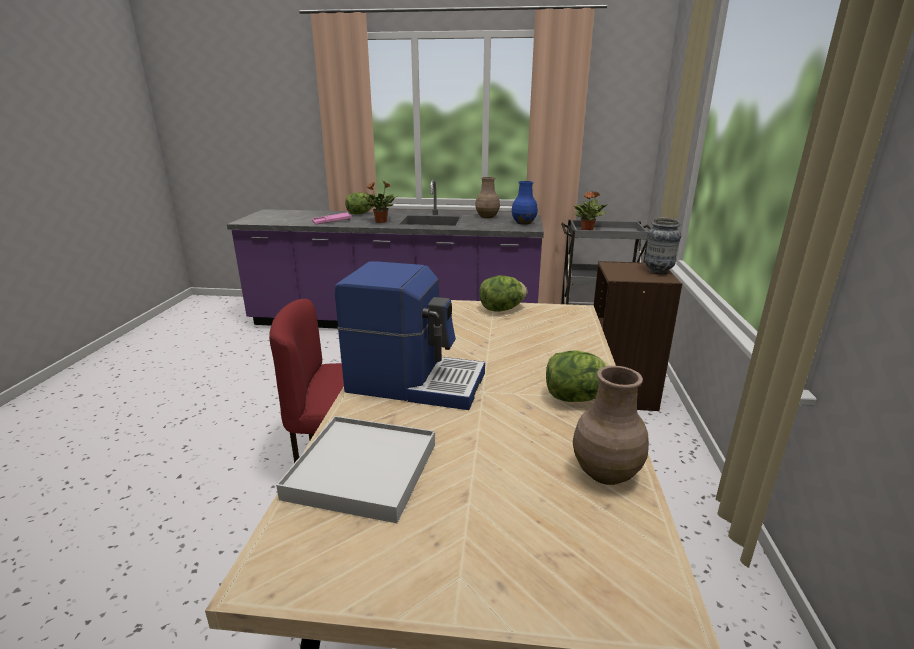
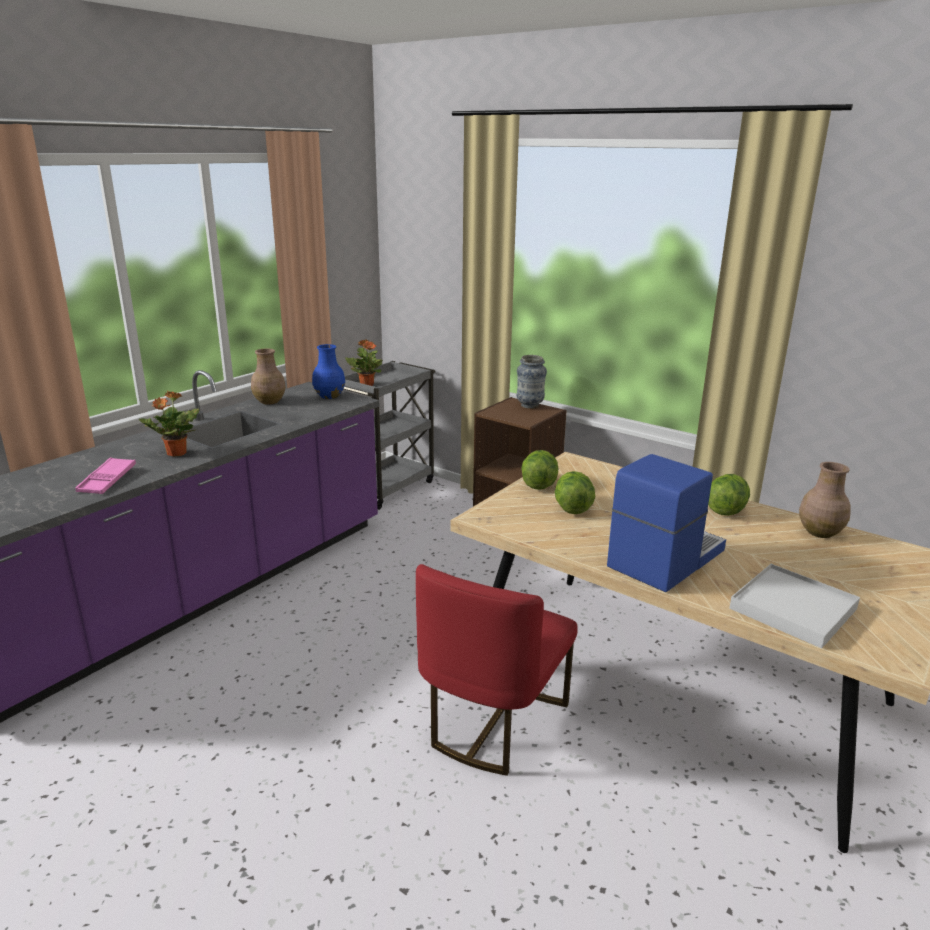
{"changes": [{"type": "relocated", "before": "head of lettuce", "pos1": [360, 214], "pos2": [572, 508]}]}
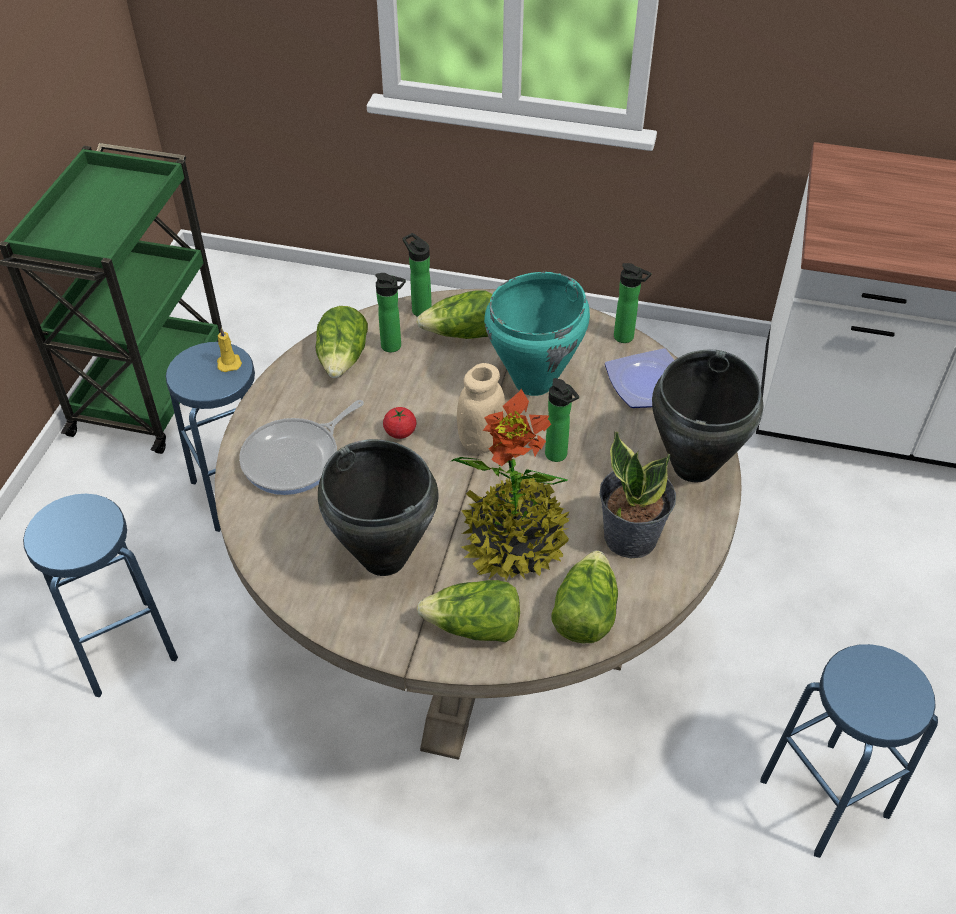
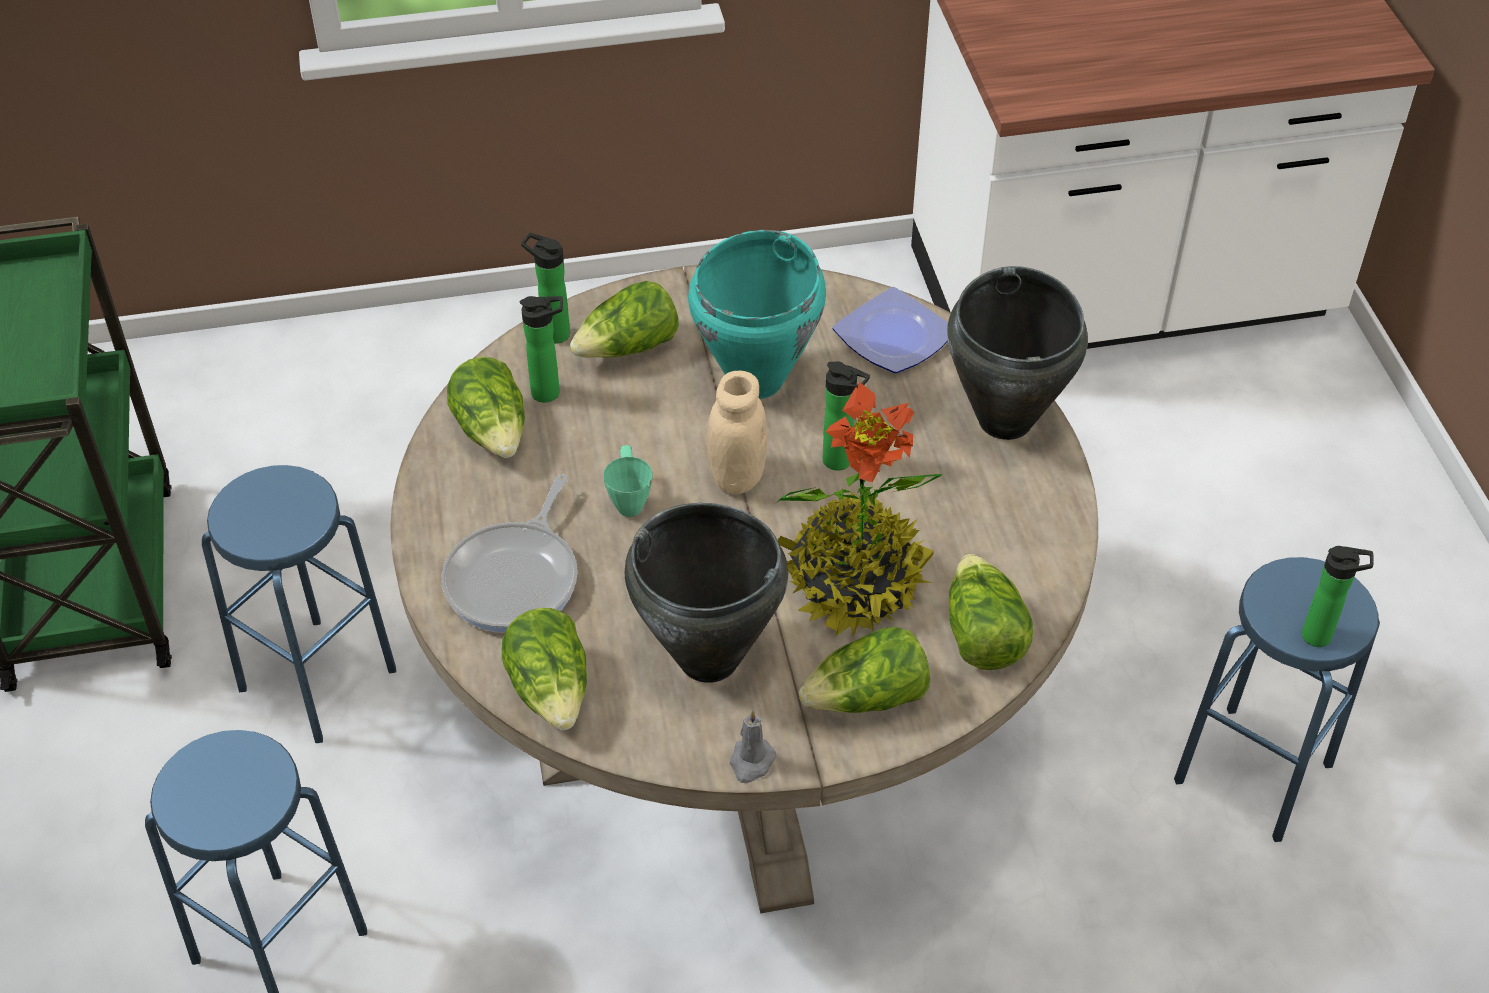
{"changes": [{"type": "missing", "before": "yellow-coloured wax candle", "pos1": [229, 363]}, {"type": "exchanged", "before": "fresh tomato", "after": "greenish mug", "pos1": [400, 432], "pos2": [629, 499]}, {"type": "missing", "before": "houseplant", "pos1": [630, 536]}, {"type": "relocated", "before": "beverage bottle", "pos1": [626, 338], "pos2": [1321, 636]}, {"type": "appeared", "after": "head of lettuce", "pos2": [552, 689]}, {"type": "appeared", "after": "greyish wax candle", "pos2": [751, 762]}]}
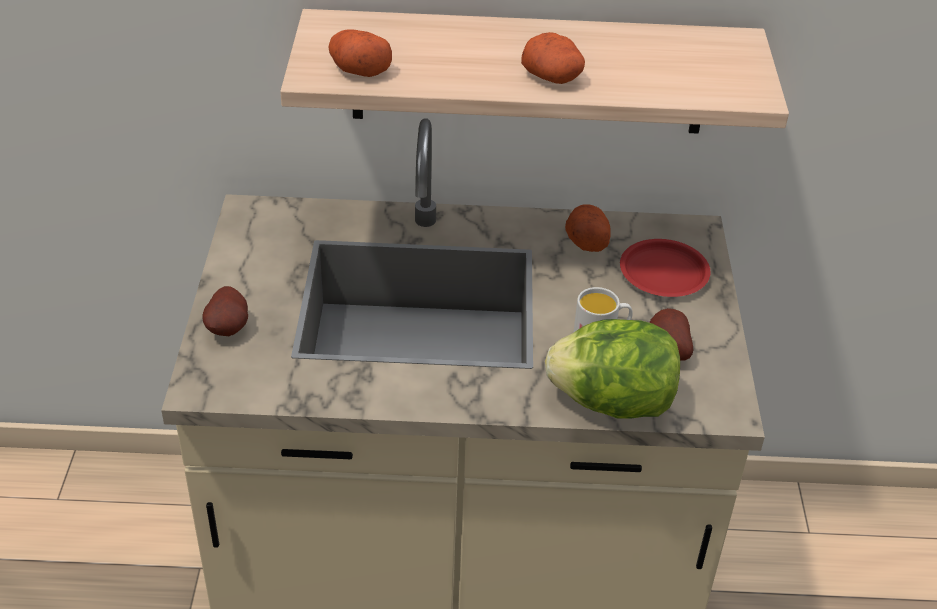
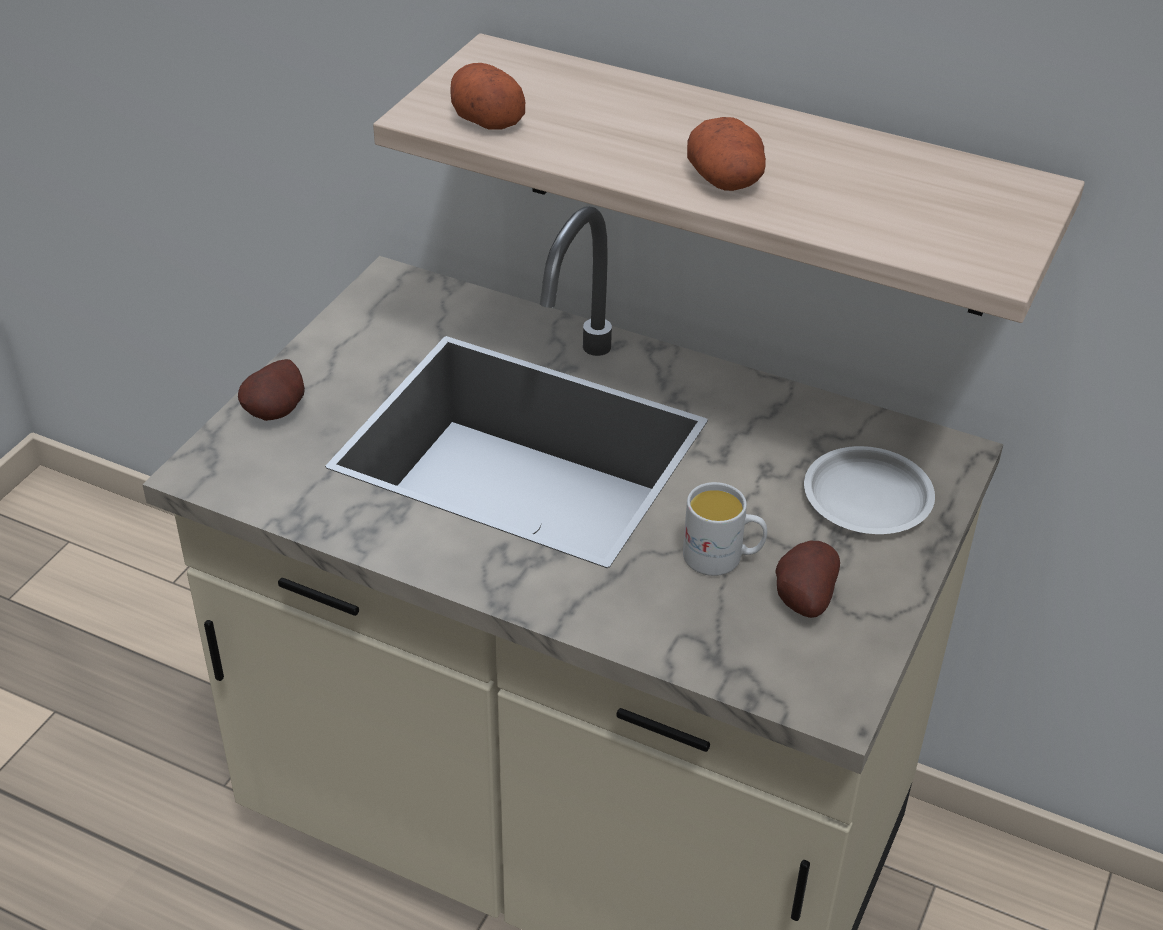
{"changes": [{"type": "missing", "before": "head of lettuce", "pos1": [612, 402]}, {"type": "missing", "before": "spud", "pos1": [586, 240]}, {"type": "colour", "before": "red flat dish", "after": "white flat dish", "pos1": [663, 274], "pos2": [866, 498]}]}
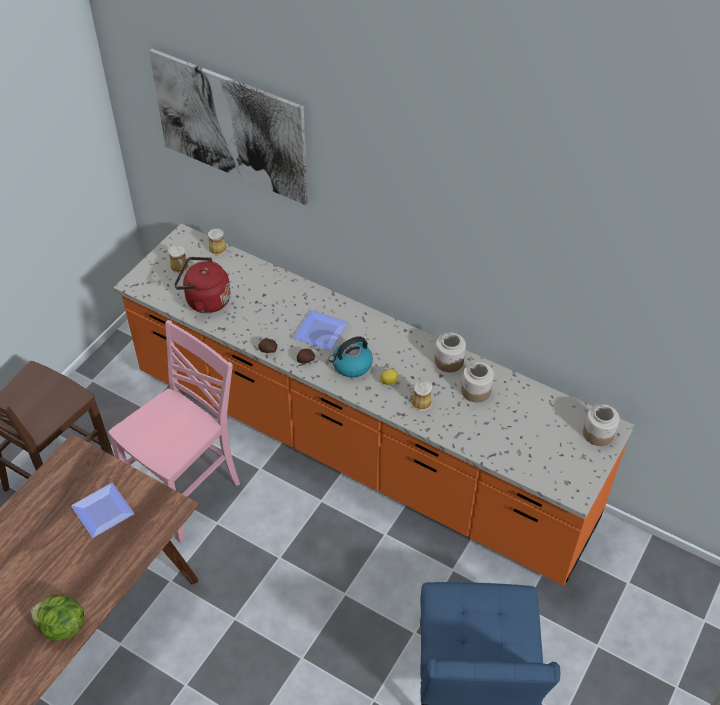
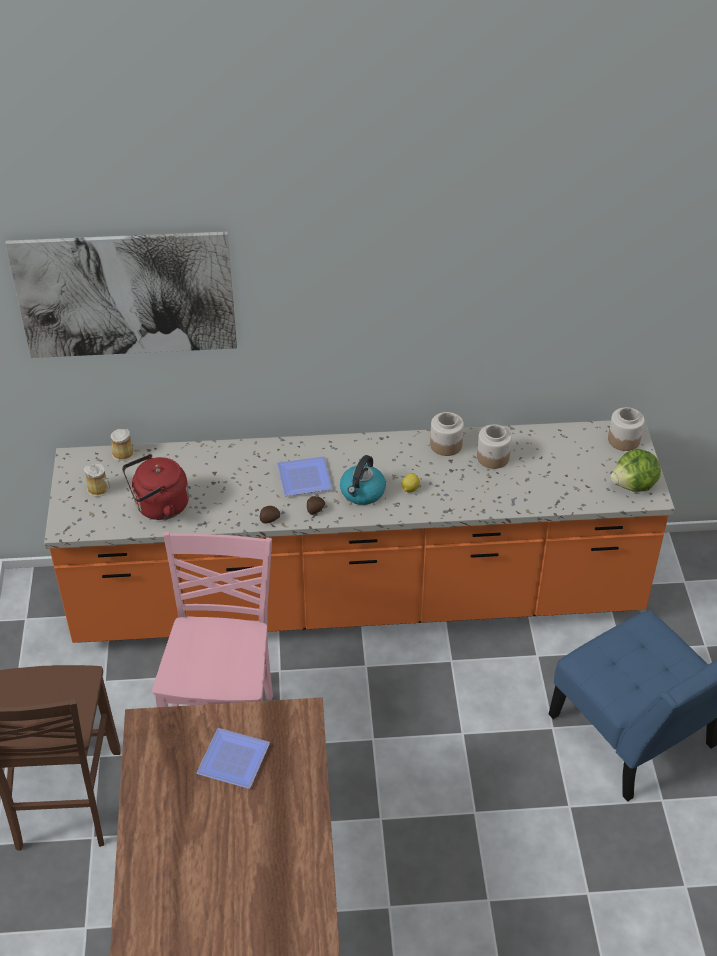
{"changes": [{"type": "relocated", "before": "head of lettuce", "pos1": [62, 627], "pos2": [634, 486]}, {"type": "missing", "before": "mug", "pos1": [419, 402]}]}
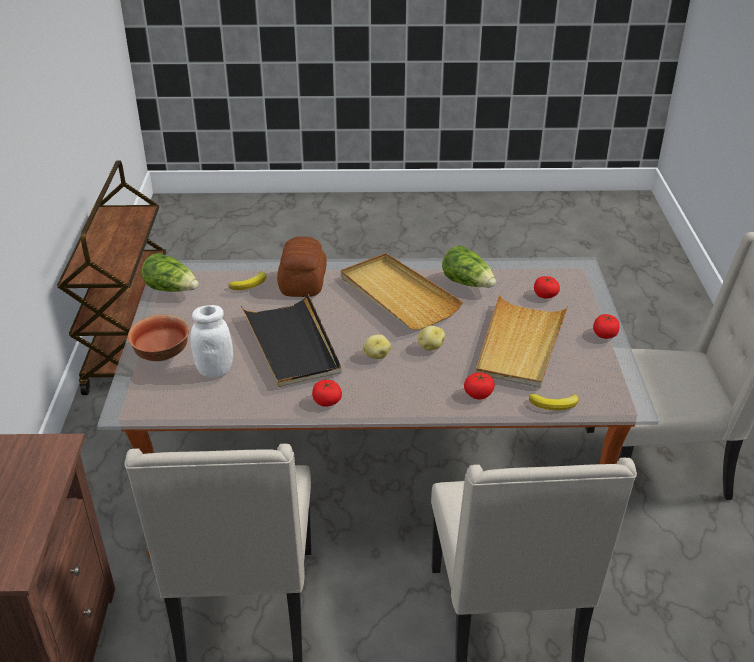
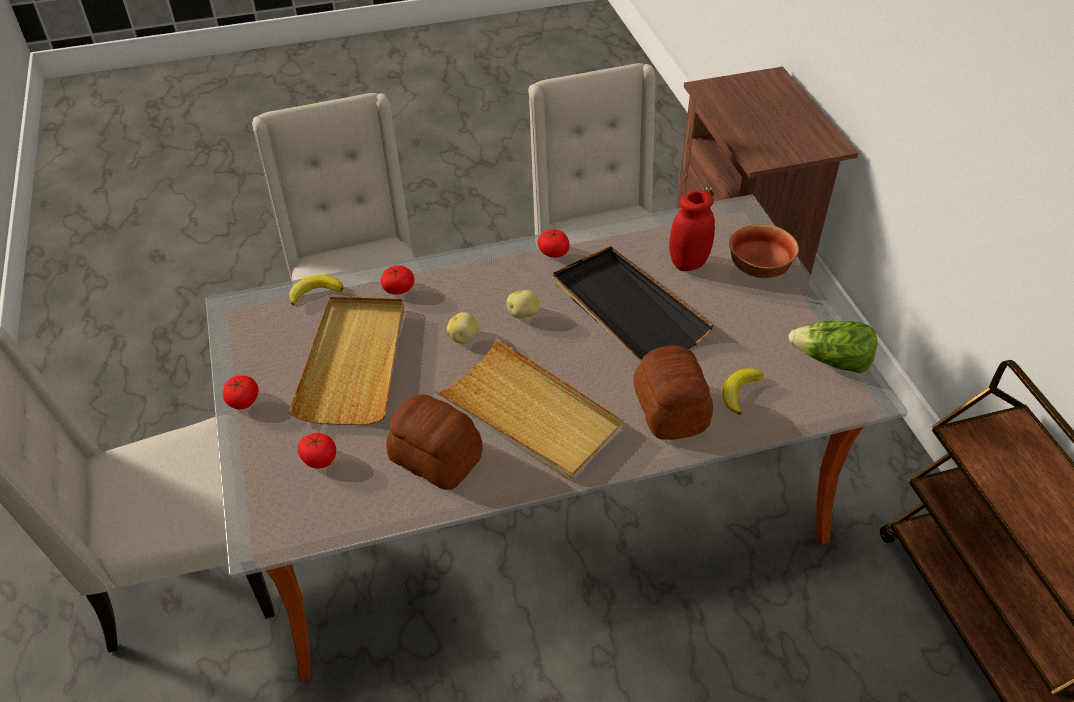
{"changes": [{"type": "colour", "before": "white preserve jar", "after": "red preserve jar", "pos1": [215, 370], "pos2": [688, 263]}, {"type": "exchanged", "before": "head of lettuce", "after": "bread", "pos1": [468, 283], "pos2": [435, 459]}]}
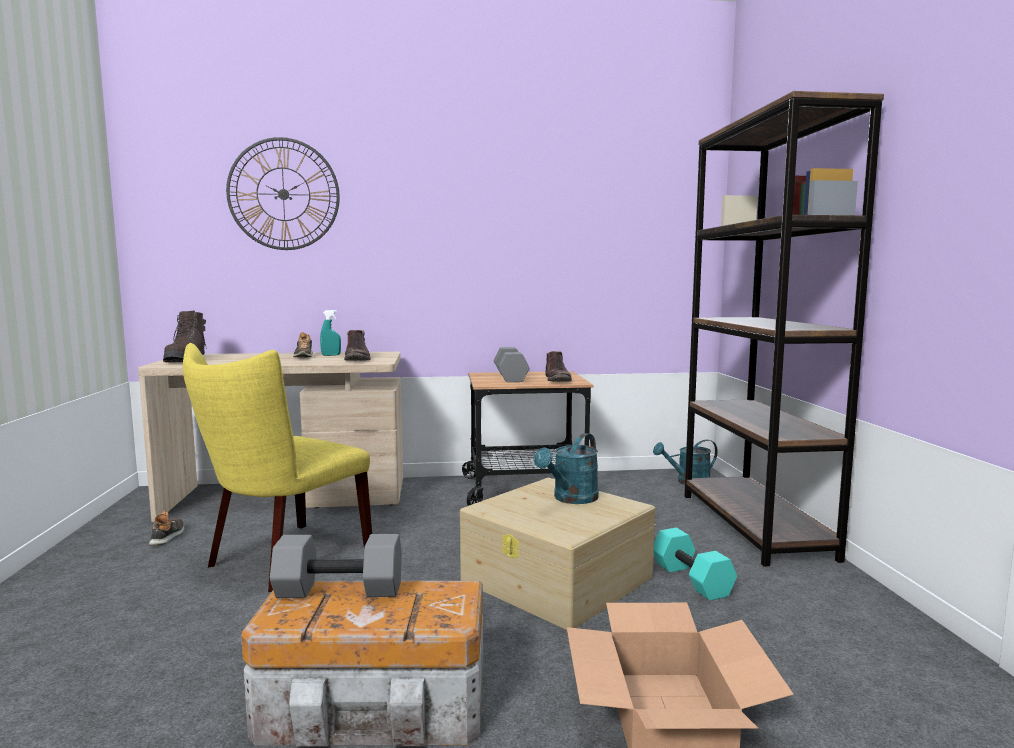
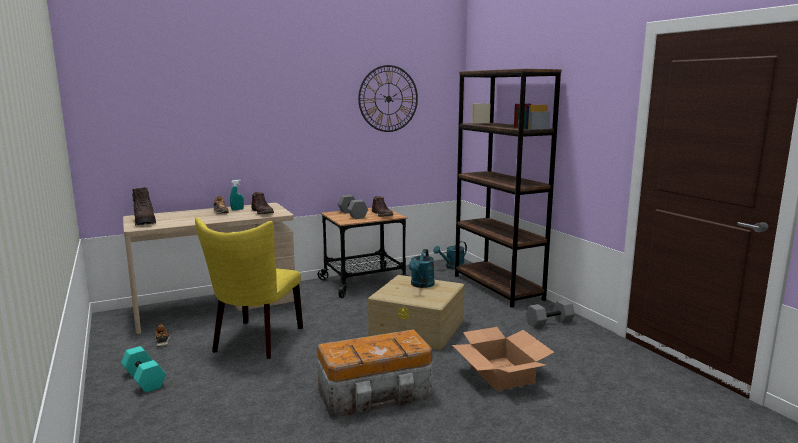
{"changes": [{"type": "relocated", "before": "hanging clock", "pos1": [283, 194], "pos2": [388, 98]}, {"type": "relocated", "before": "greyish hand weight", "pos1": [341, 589], "pos2": [549, 322]}, {"type": "relocated", "before": "blue-green hand weight", "pos1": [693, 580], "pos2": [145, 379]}]}
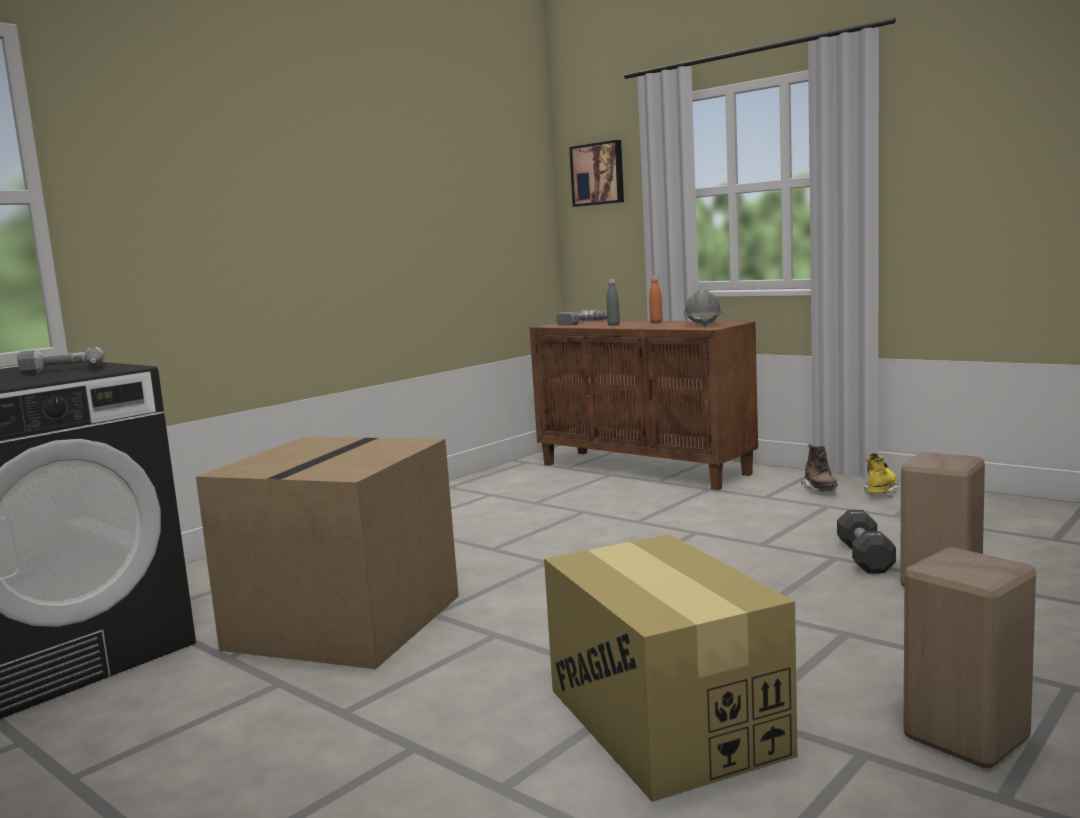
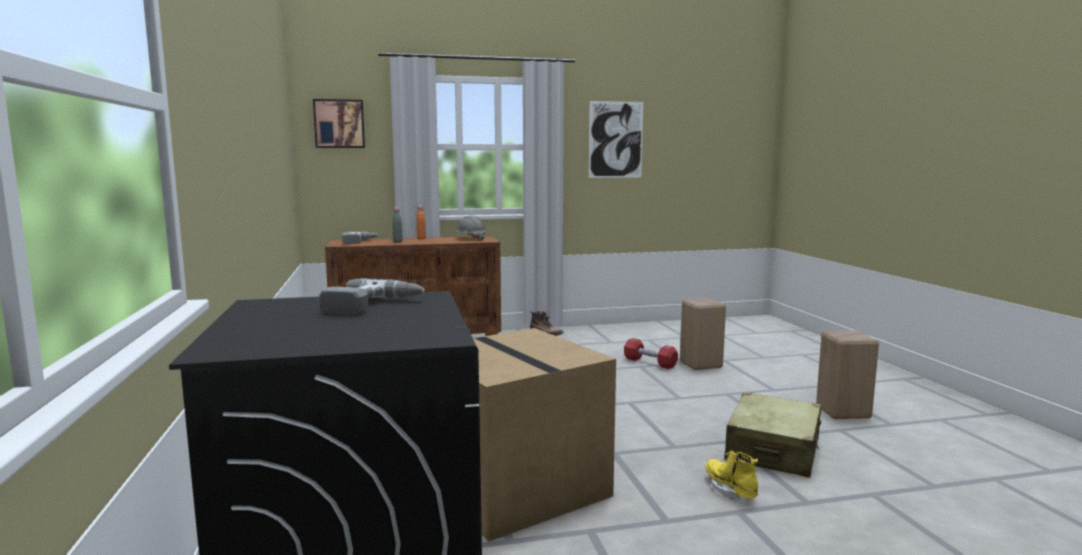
{"changes": [{"type": "exchanged", "before": "cardboard box", "after": "sand-coloured suitcase", "pos1": [664, 720], "pos2": [773, 450]}, {"type": "colour", "before": "black-coloured hand weight", "after": "red hand weight", "pos1": [865, 557], "pos2": [650, 363]}, {"type": "relocated", "before": "yellow-coloured high-top boot", "pos1": [881, 492], "pos2": [730, 490]}, {"type": "appeared", "after": "picture", "pos2": [615, 139]}]}
